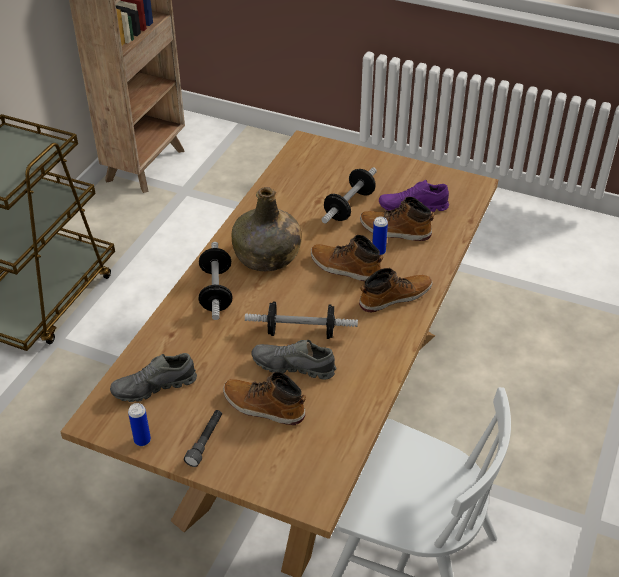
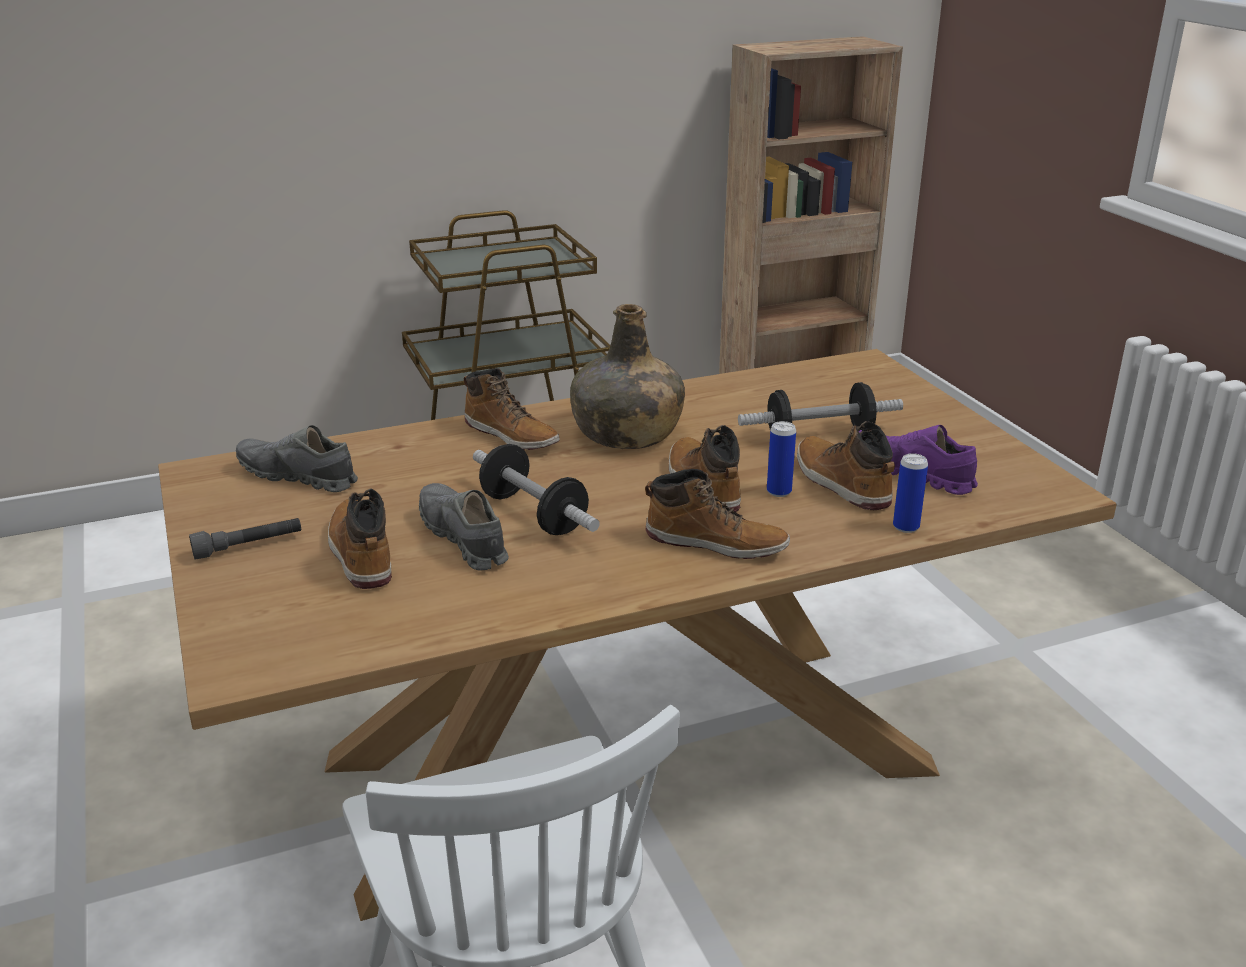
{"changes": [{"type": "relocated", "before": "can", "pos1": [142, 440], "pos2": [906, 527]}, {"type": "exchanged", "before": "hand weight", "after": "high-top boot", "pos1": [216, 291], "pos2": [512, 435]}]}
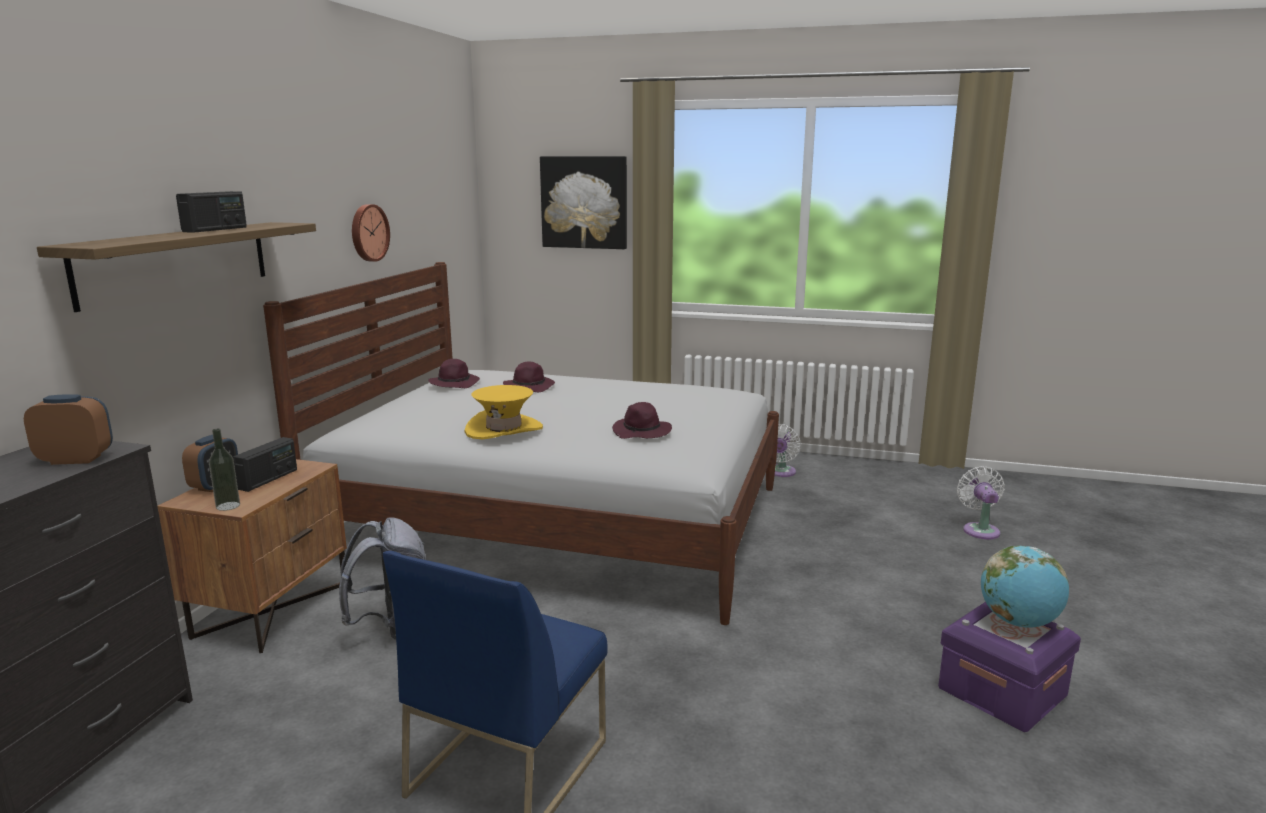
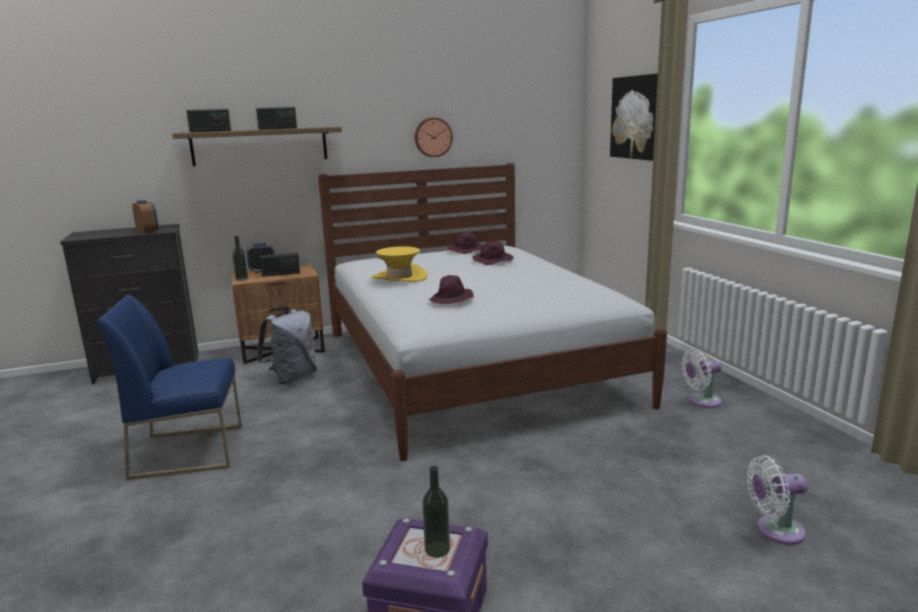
{"changes": [{"type": "spun", "before": "white cooling fan", "pos1": [980, 529], "pos2": [775, 530], "turn": -150}, {"type": "exchanged", "before": "desk globe", "after": "beverage bottle", "pos1": [1018, 622], "pos2": [437, 549]}, {"type": "appeared", "after": "radio", "pos2": [210, 131]}]}
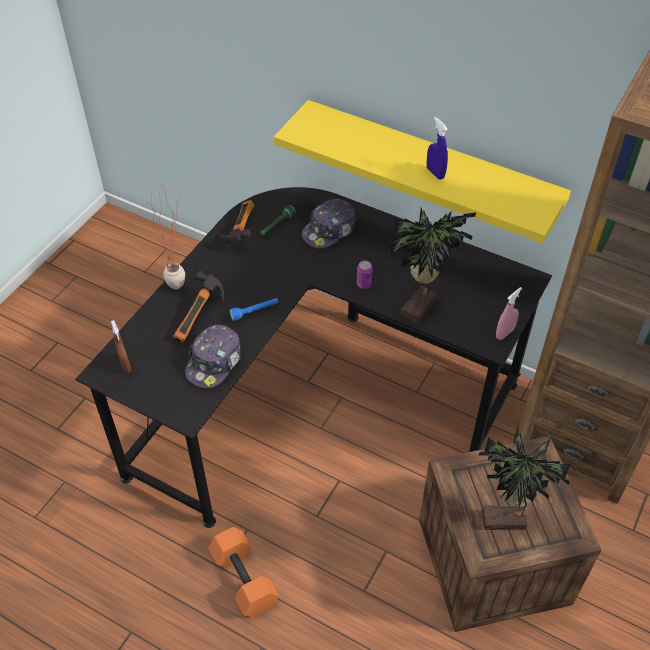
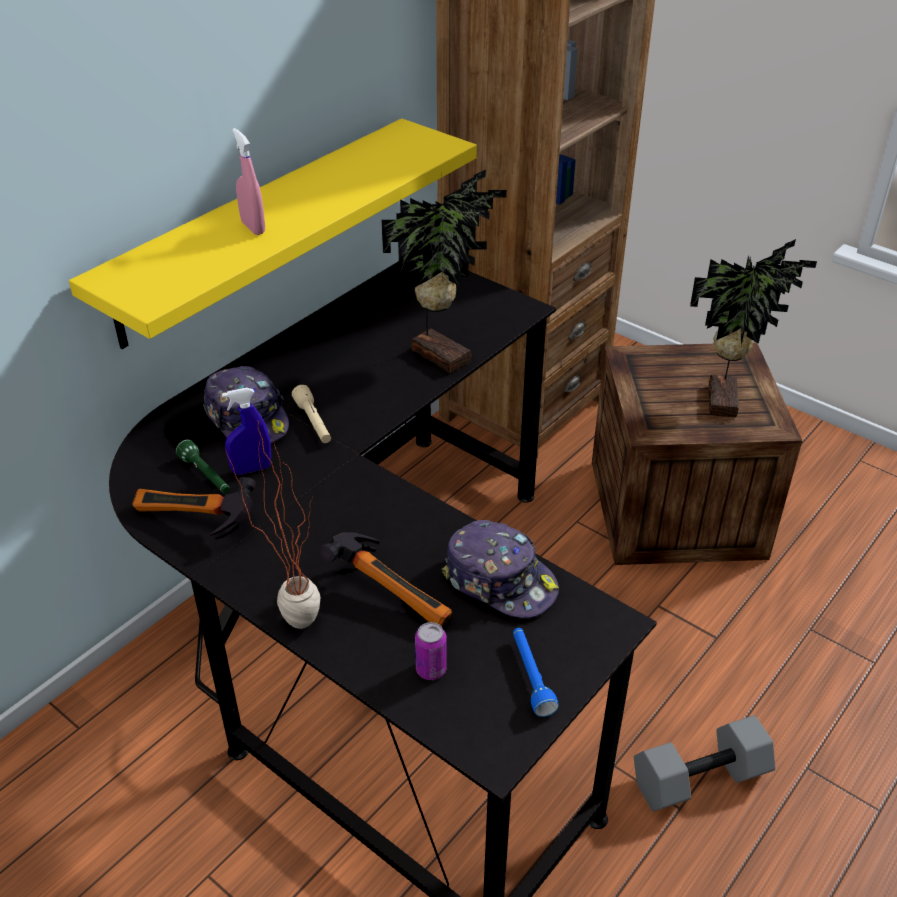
{"changes": [{"type": "missing", "before": "brown spray bottle", "pos1": [125, 365]}, {"type": "colour", "before": "orangey hand weight", "after": "greyish hand weight", "pos1": [245, 579], "pos2": [699, 776]}, {"type": "relocated", "before": "blue-coloured torch", "pos1": [255, 311], "pos2": [531, 676]}, {"type": "relocated", "before": "can", "pos1": [364, 284], "pos2": [431, 669]}, {"type": "relocated", "before": "blue-coloured spray bottle", "pos1": [435, 173], "pos2": [251, 469]}, {"type": "relocated", "before": "pink spray bottle", "pos1": [504, 333], "pos2": [253, 227]}, {"type": "appeared", "after": "sand-coloured torch", "pos2": [313, 422]}]}
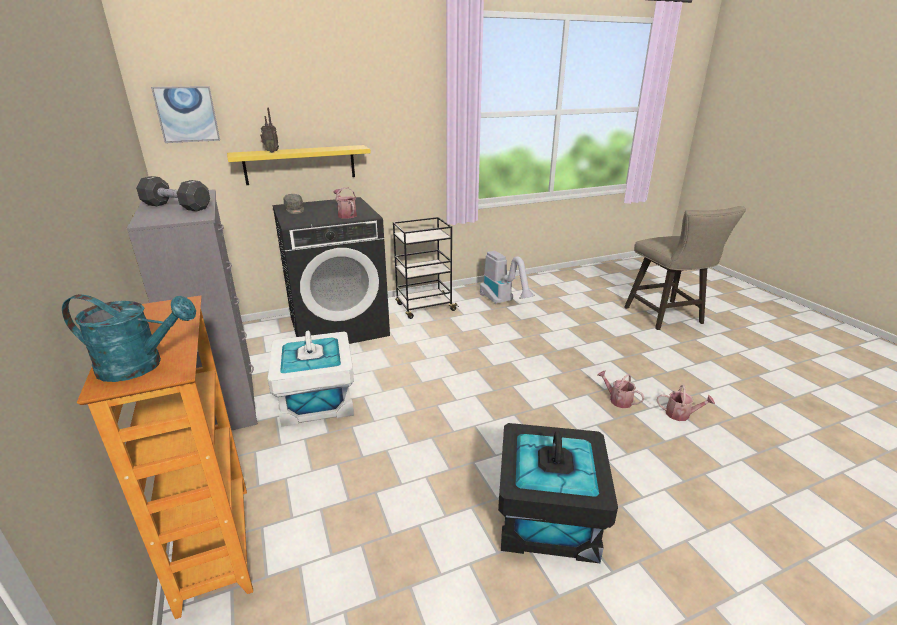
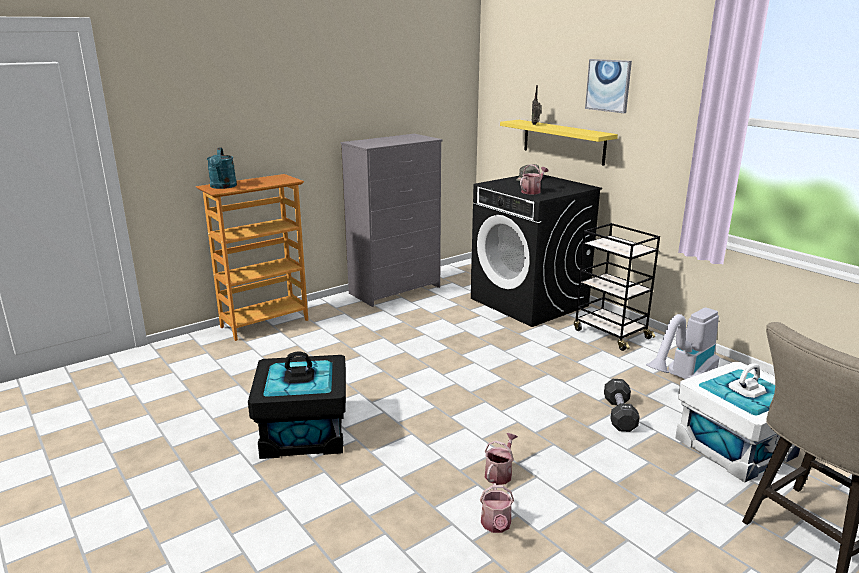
{"changes": [{"type": "relocated", "before": "black-coloured hand weight", "pos1": [176, 207], "pos2": [619, 414]}, {"type": "relocated", "before": "picture", "pos1": [187, 114], "pos2": [608, 85]}, {"type": "relocated", "before": "white storage bin", "pos1": [316, 400], "pos2": [734, 446]}]}
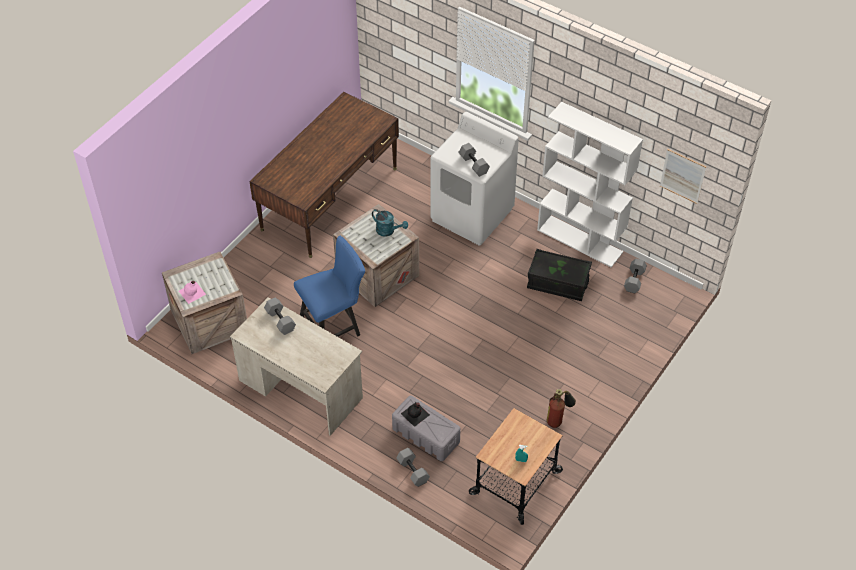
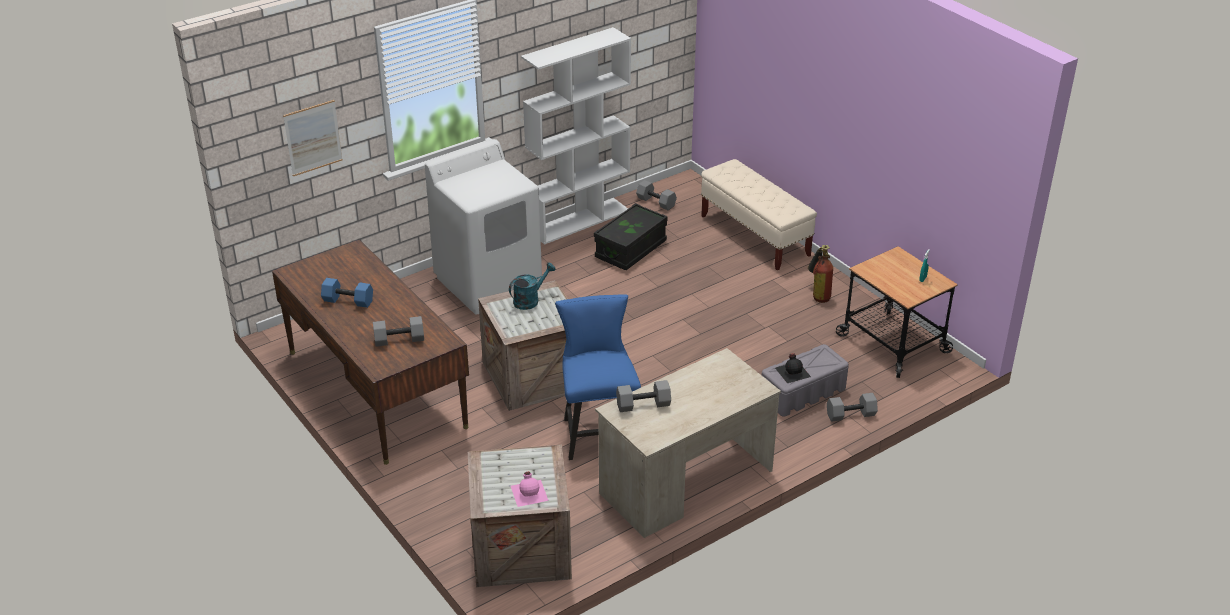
{"changes": [{"type": "relocated", "before": "greyish hand weight", "pos1": [473, 164], "pos2": [399, 340]}, {"type": "relocated", "before": "picture", "pos1": [682, 176], "pos2": [313, 138]}, {"type": "appeared", "after": "blue-coloured hand weight", "pos2": [347, 301]}, {"type": "appeared", "after": "sand-coloured bench", "pos2": [755, 236]}]}
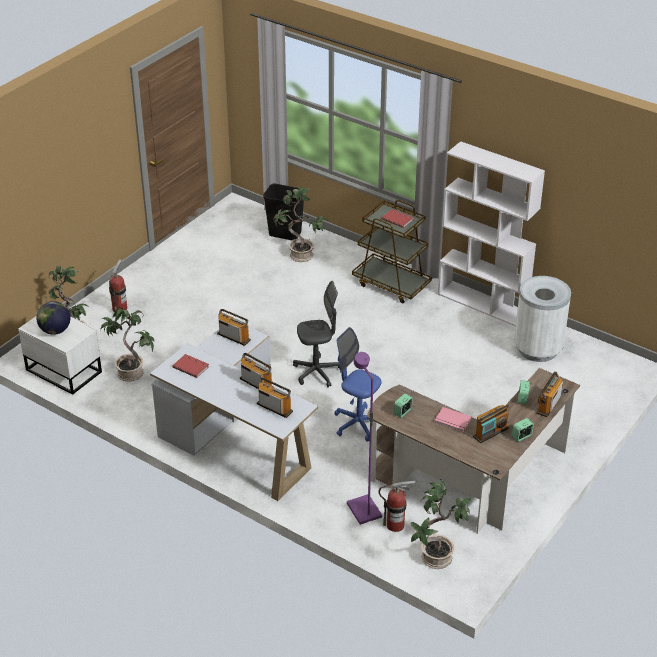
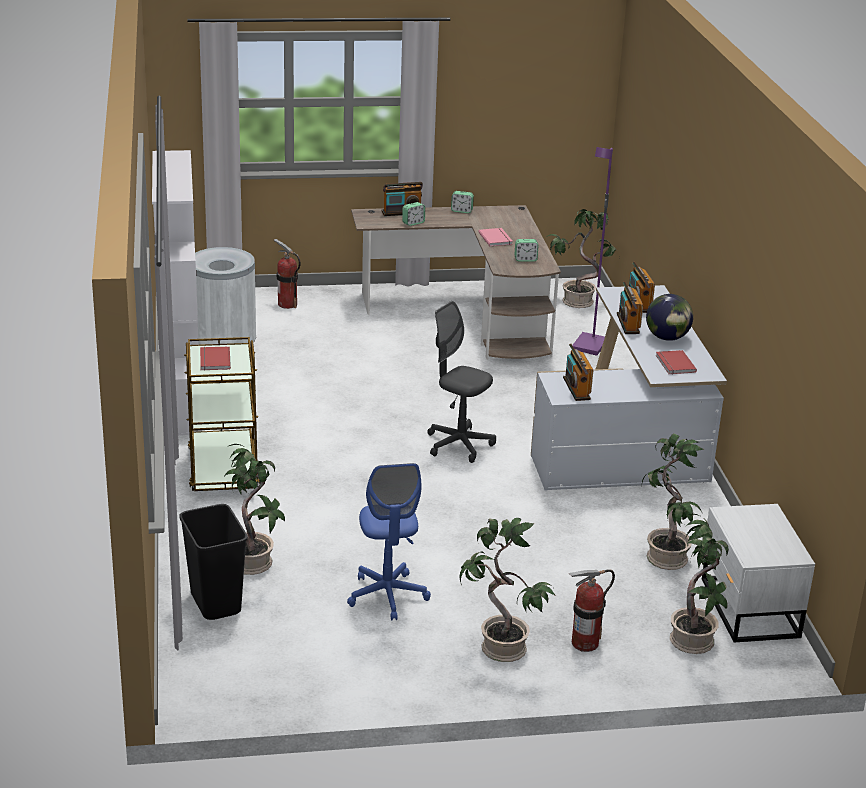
{"changes": [{"type": "relocated", "before": "desk globe", "pos1": [55, 330], "pos2": [667, 338]}, {"type": "relocated", "before": "blue-coloured office chair", "pos1": [358, 424], "pos2": [387, 596]}, {"type": "relocated", "before": "fire extinguisher", "pos1": [395, 525], "pos2": [287, 304]}, {"type": "missing", "before": "radio", "pos1": [491, 432]}, {"type": "appeared", "after": "houseplant", "pos2": [501, 649]}]}
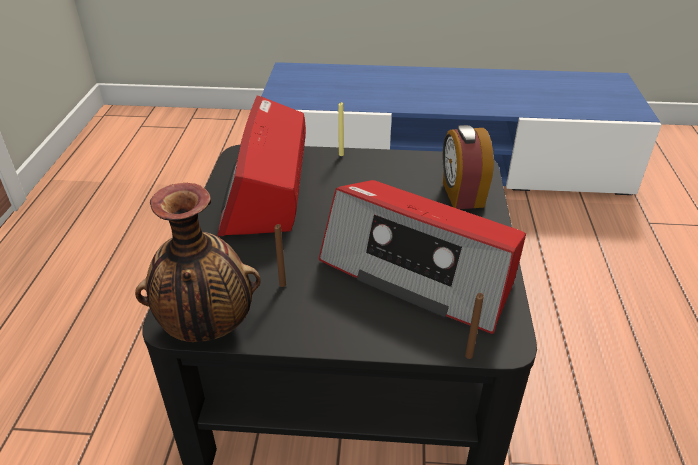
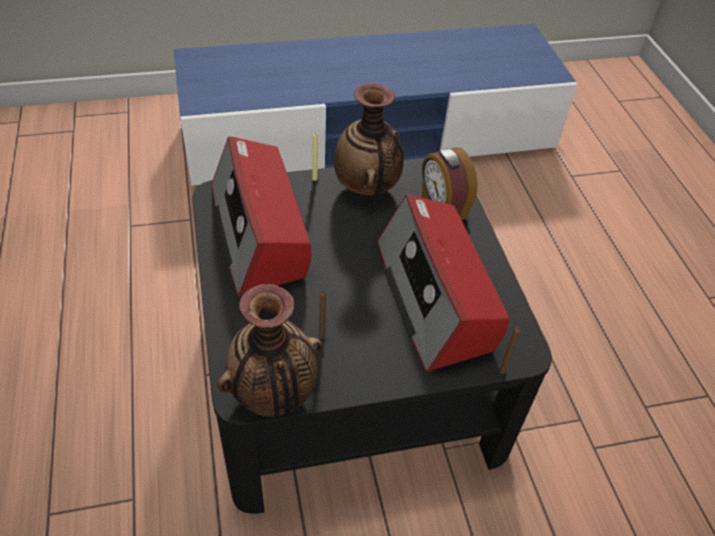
{"changes": [{"type": "spun", "before": "radio", "pos1": [420, 271], "pos2": [435, 297], "turn": 60}, {"type": "appeared", "after": "flower vase", "pos2": [367, 187]}]}
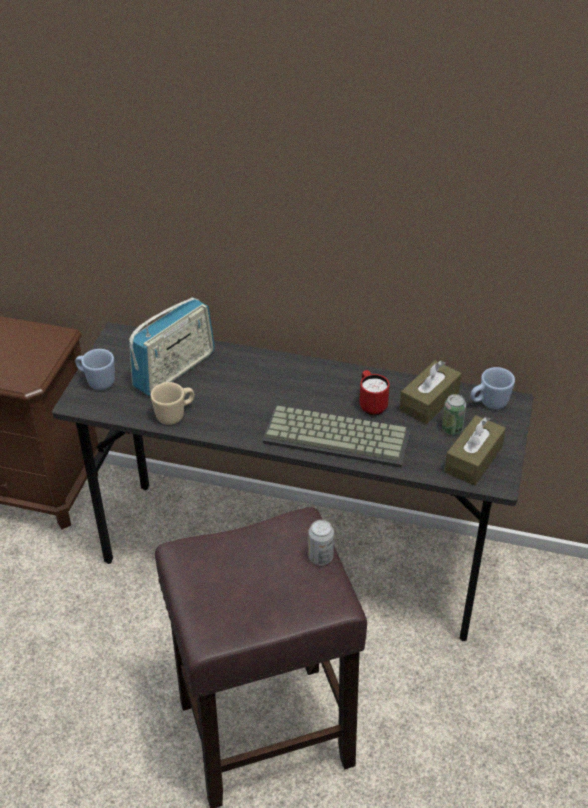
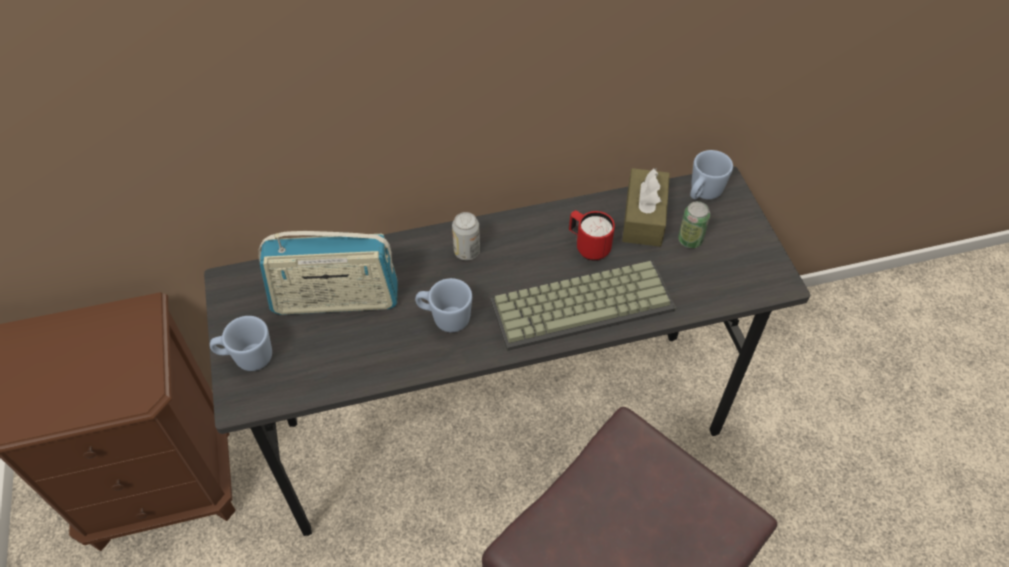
{"changes": [{"type": "spun", "before": "radio", "pos1": [174, 370], "pos2": [335, 300], "turn": 75}, {"type": "missing", "before": "sand-coloured mug", "pos1": [175, 415]}, {"type": "relocated", "before": "can", "pos1": [320, 557], "pos2": [467, 252]}, {"type": "missing", "before": "brown tissue holder", "pos1": [473, 459]}, {"type": "appeared", "after": "blue-coloured mug", "pos2": [445, 318]}]}
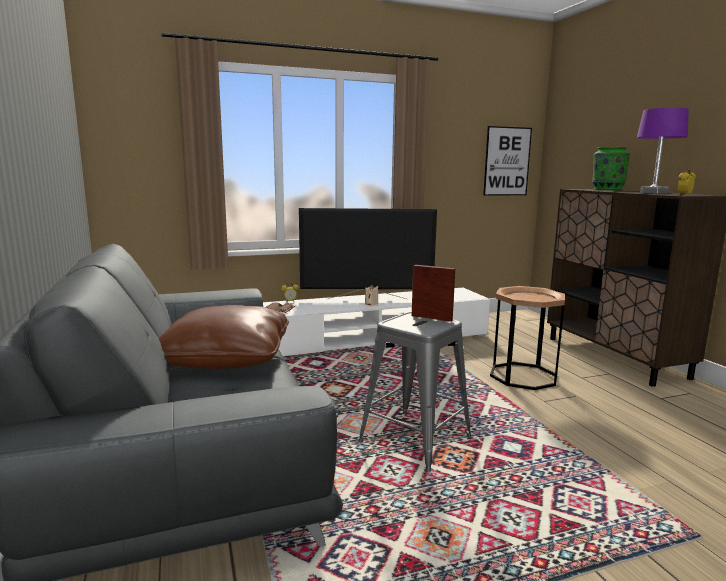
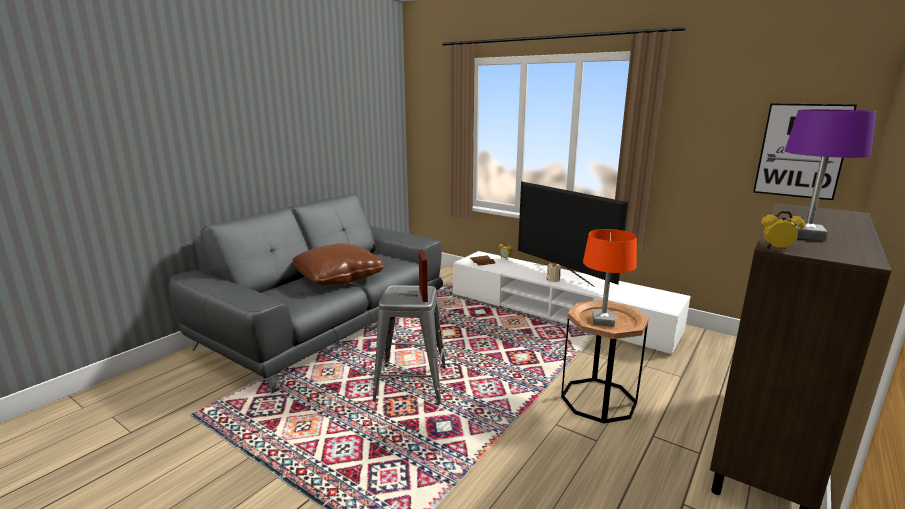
{"changes": [{"type": "missing", "before": "greenish flower vase", "pos1": [607, 189]}, {"type": "appeared", "after": "orangey tabletop lamp", "pos2": [602, 321]}]}
